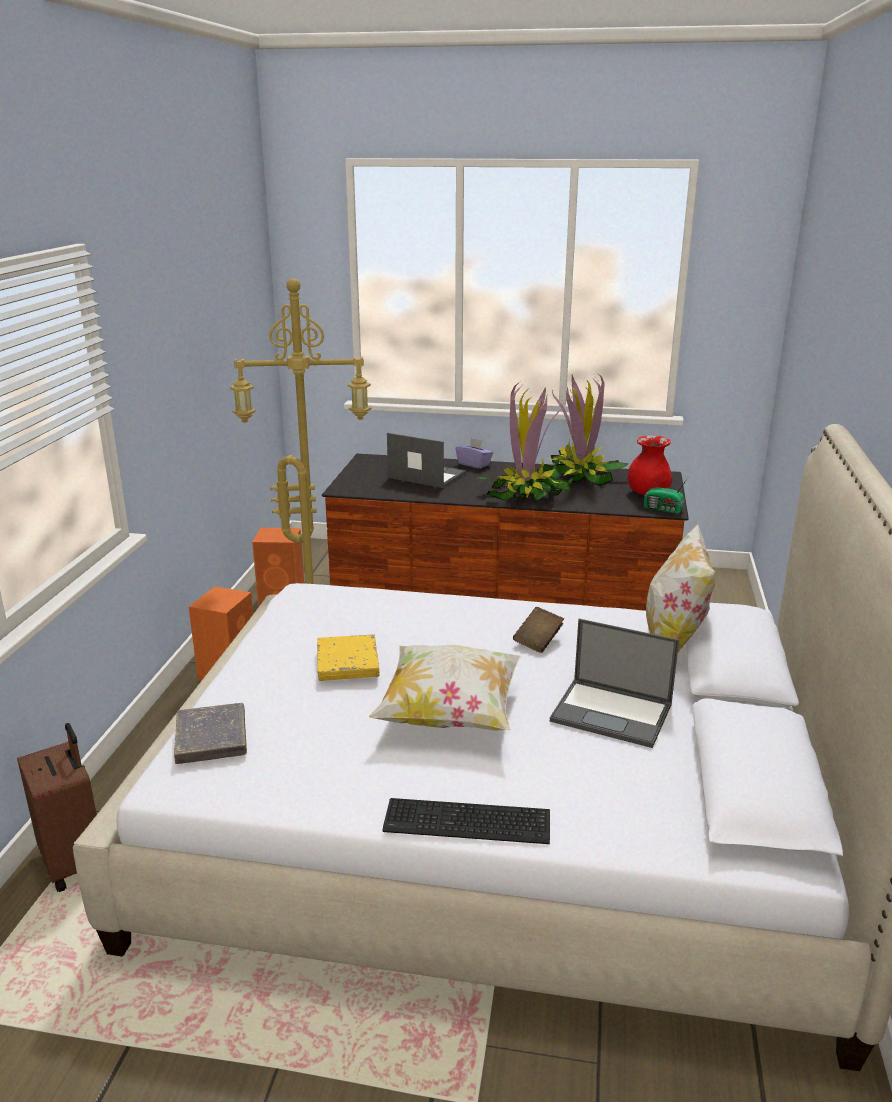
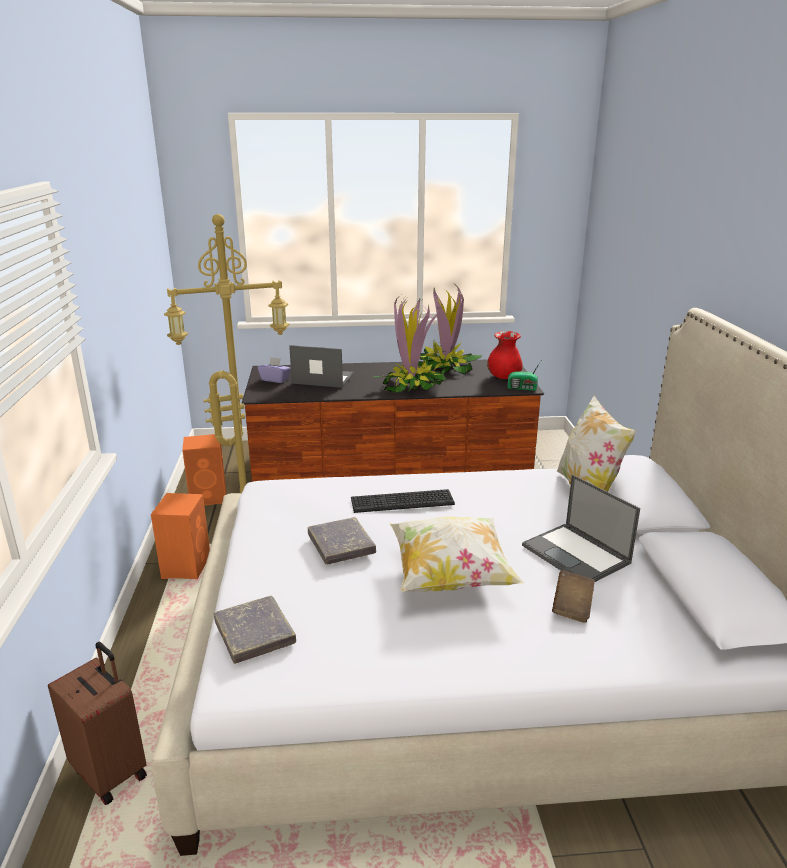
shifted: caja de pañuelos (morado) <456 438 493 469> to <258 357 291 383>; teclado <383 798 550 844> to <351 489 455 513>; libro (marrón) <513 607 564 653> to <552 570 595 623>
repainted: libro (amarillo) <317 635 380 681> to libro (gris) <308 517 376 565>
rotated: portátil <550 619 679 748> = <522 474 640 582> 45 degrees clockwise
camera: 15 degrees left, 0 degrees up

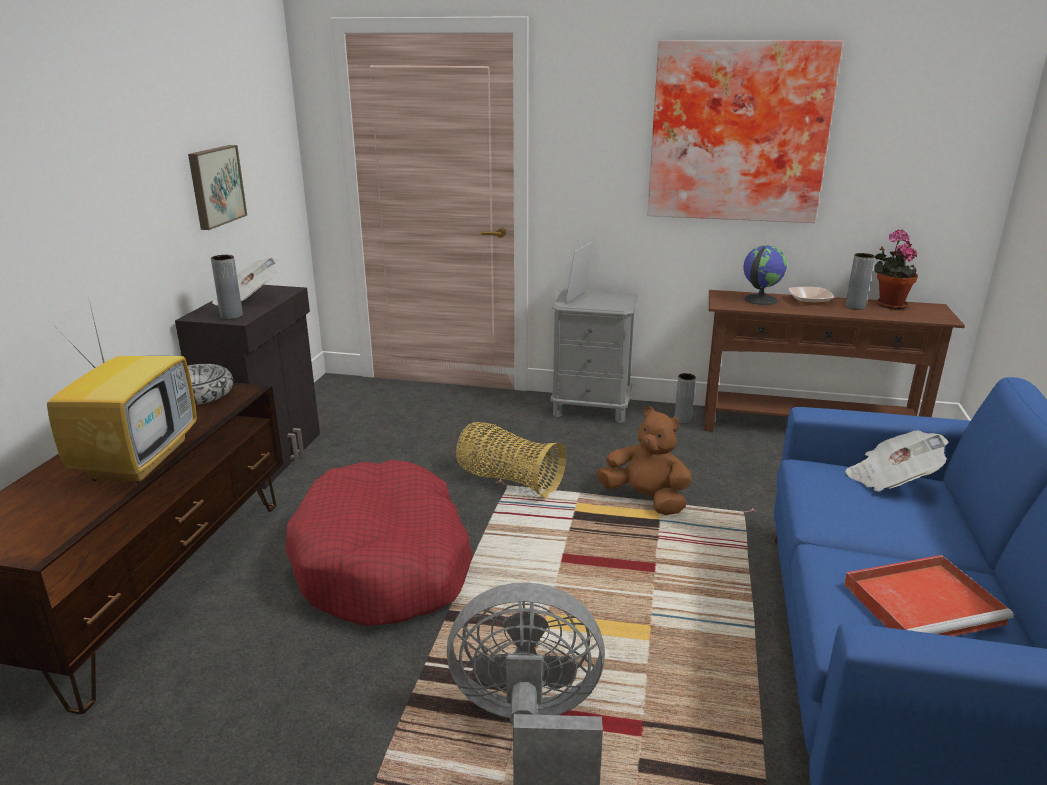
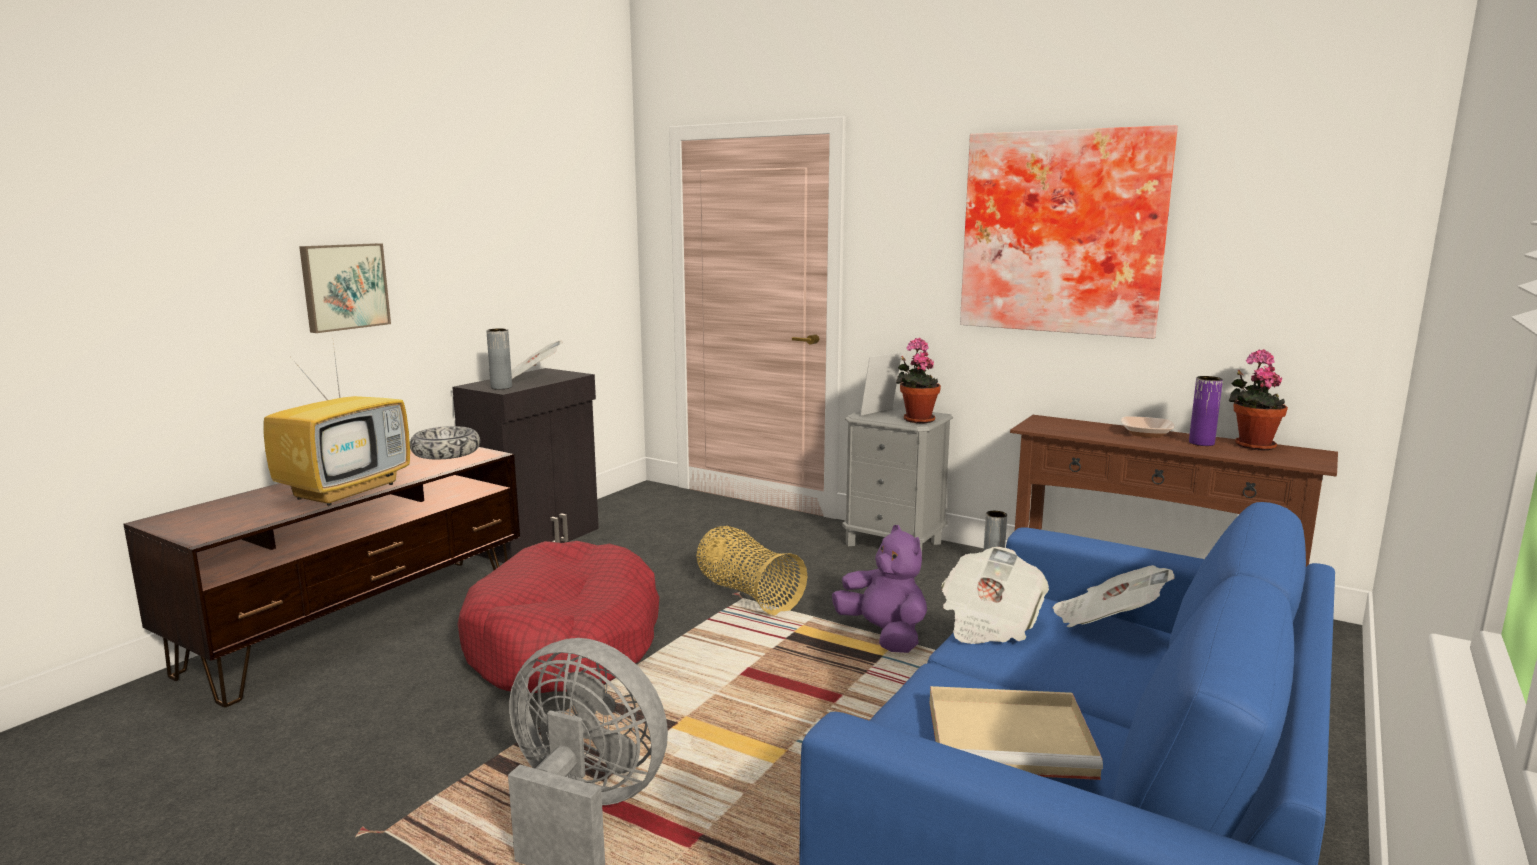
gone: globo terráqueo <743 245 787 305>
new: planta en maceta <896 338 941 423>; periódico <941 547 1049 644>
shifted: cuadro <188 145 247 230> to <299 243 391 333>
repainted: peluche (marrón) <596 407 692 515> to peluche (morado) <832 525 927 653>; bandeja (rojo) <844 555 1014 636> to bandeja (beis) <930 686 1103 780>; florero (gris) <845 253 875 310> to florero (morado) <1189 376 1223 446>
camera: 20 degrees right, 10 degrees down

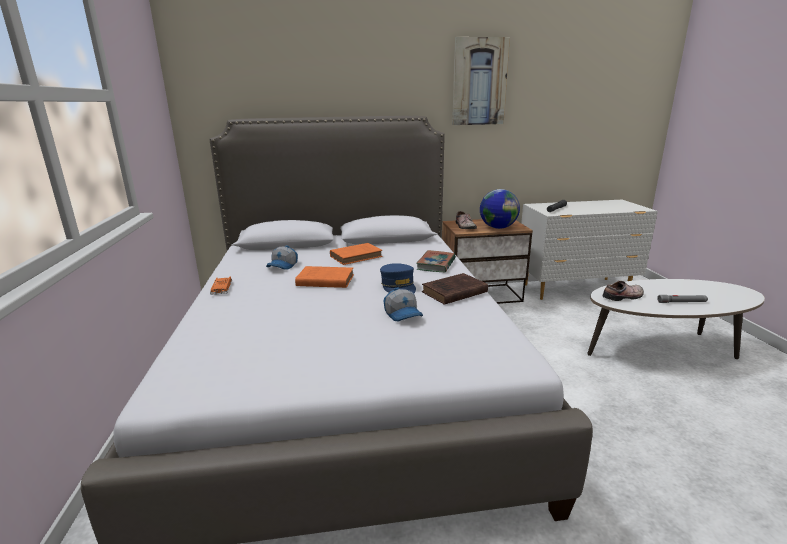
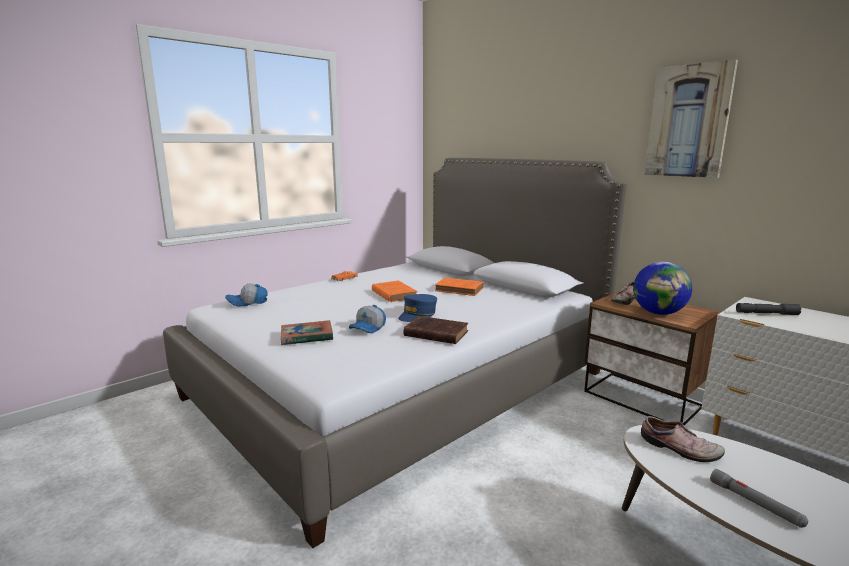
shifted: gorra <266 245 298 270> to <225 283 268 307>; libro <416 250 456 272> to <281 320 333 345>
camera: 55 degrees right, 5 degrees down

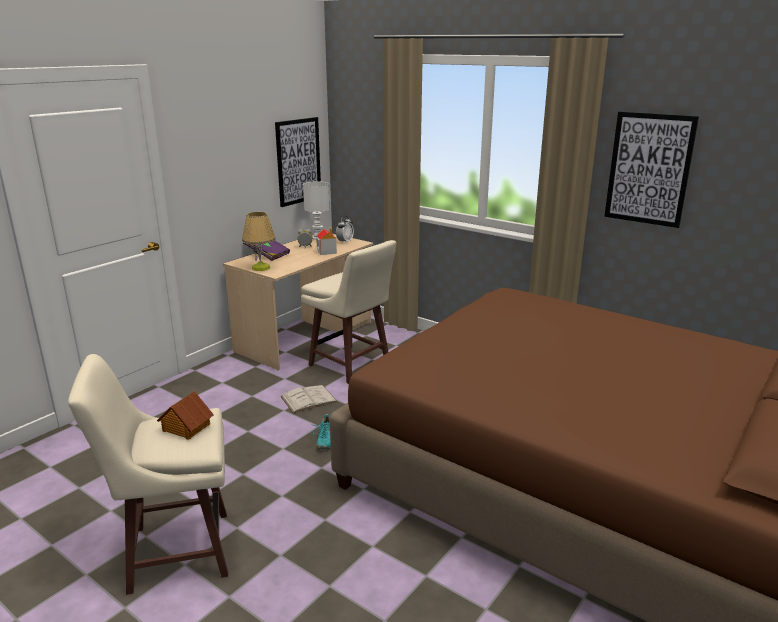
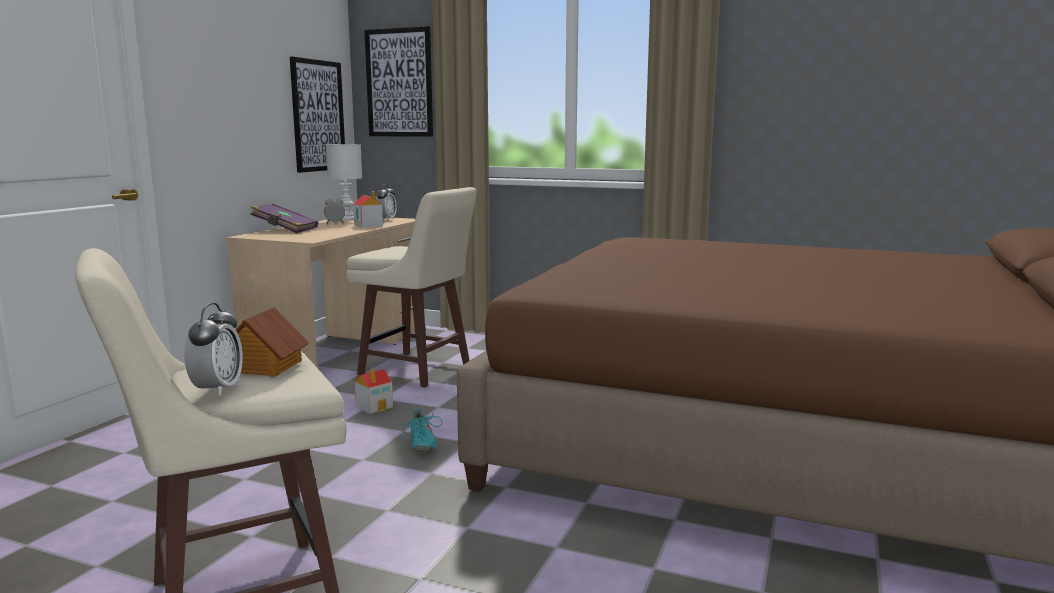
gone: lámpara de mesa <242 212 275 271>
new: despertador <184 303 243 396>
shifted: cuadro <604 111 699 228> to <364 26 433 137>
swapped: libro (blanco) <280 385 337 413> to casita <355 369 393 414>
camera: 15 degrees left, 10 degrees down

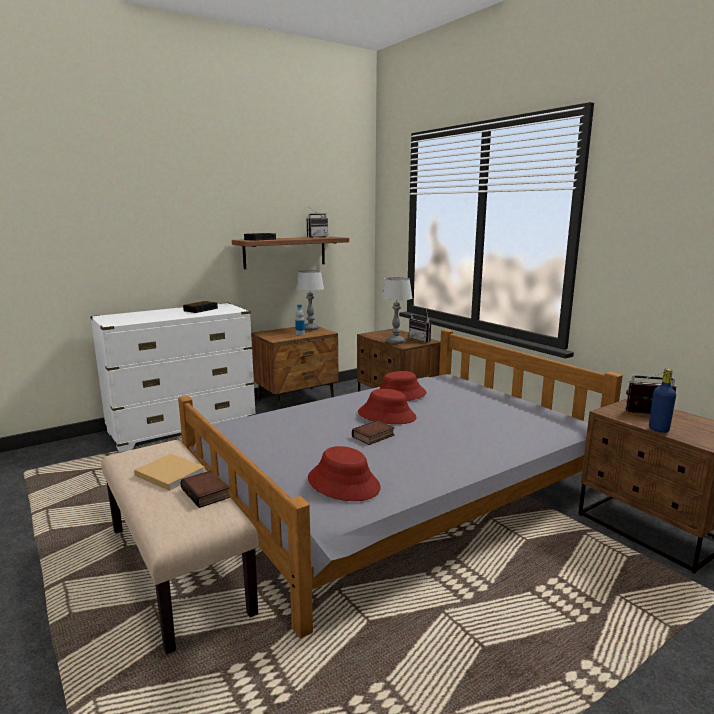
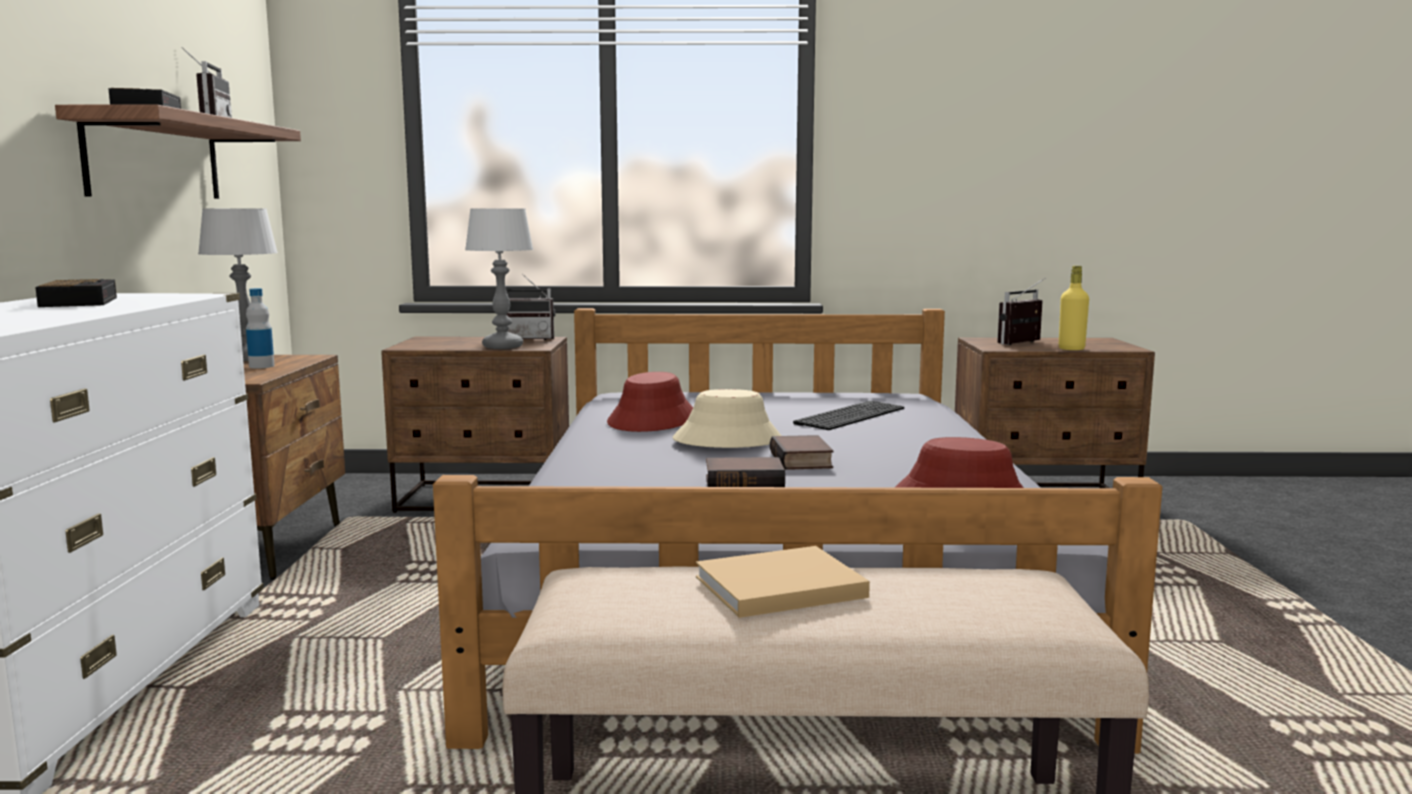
new: teclado <793 401 904 430>
shifted: libro <181 470 230 508> to <706 457 785 487>
repainted: sombrero (rojo) <358 389 417 424> to sombrero (beis) <673 389 782 448>; botella (azul) <649 369 676 433> to botella (amarillo) <1059 266 1089 350>
camera: 55 degrees left, 5 degrees down

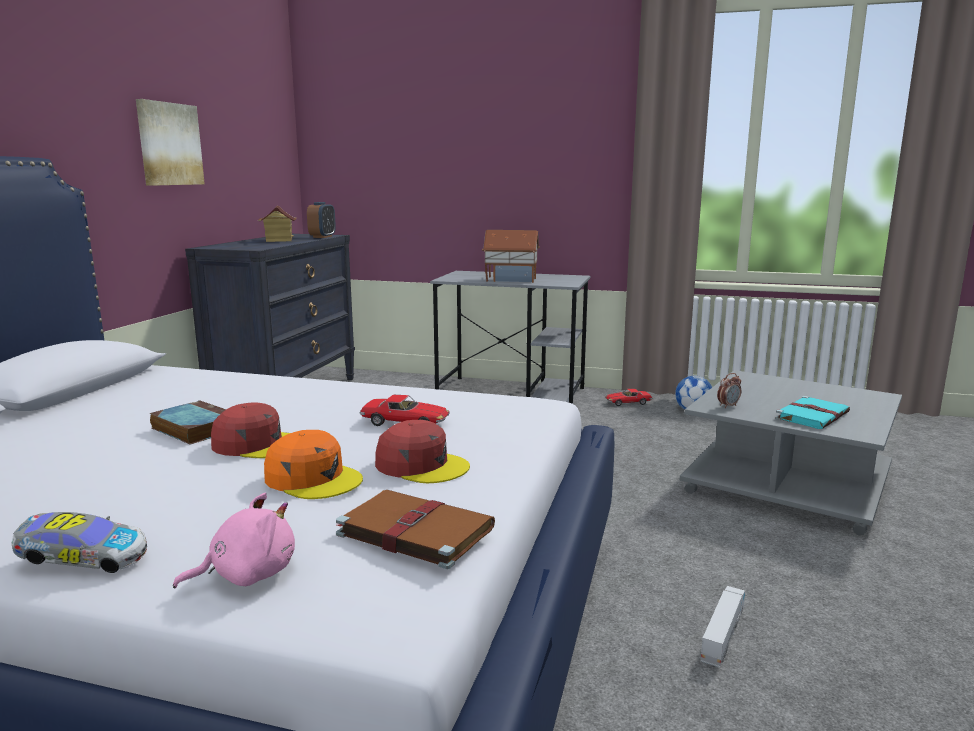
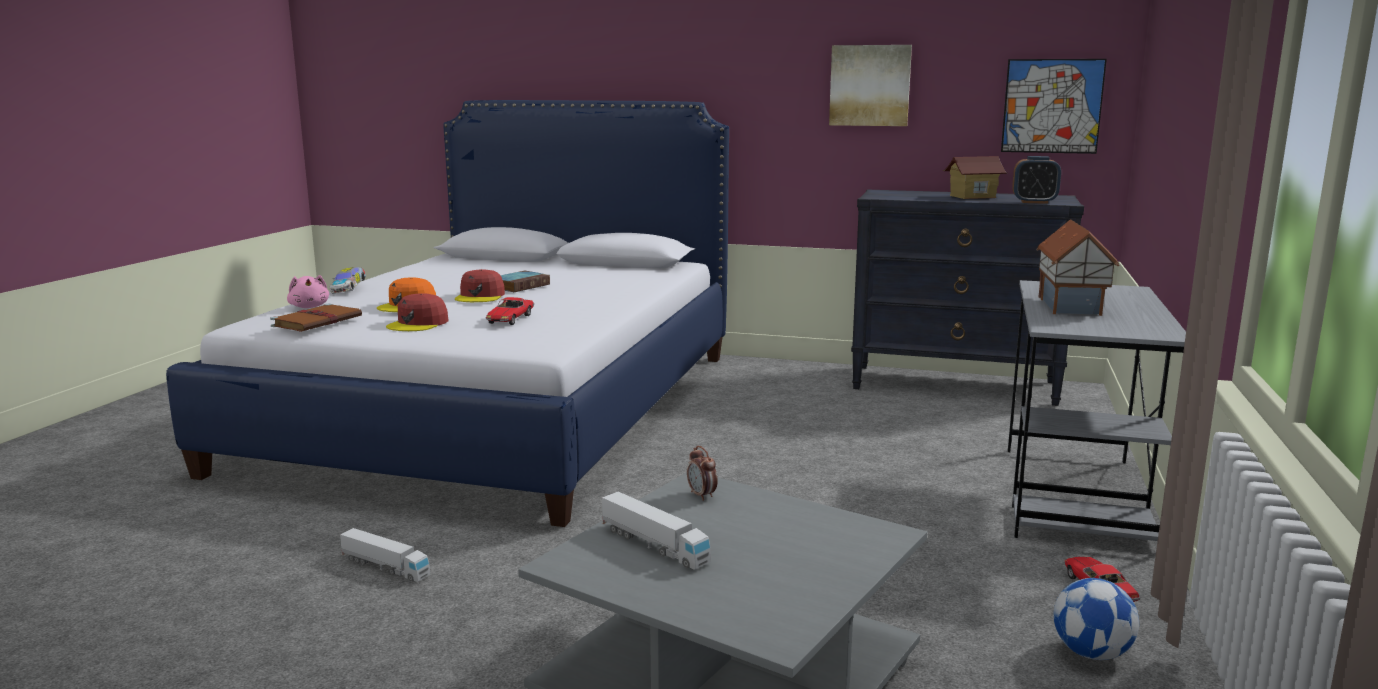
new: cuadro <1001 59 1107 154>
swapped: libro (turquesa) <775 396 850 429> to camión de juguete <602 492 711 570>
camera: 90 degrees right, 0 degrees up

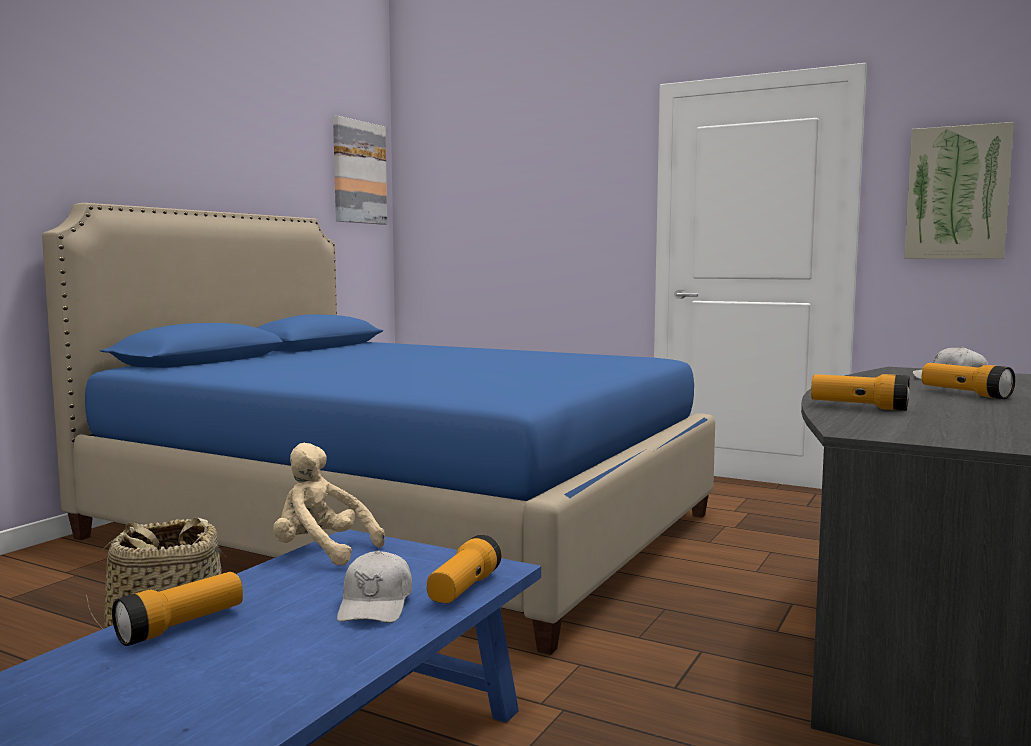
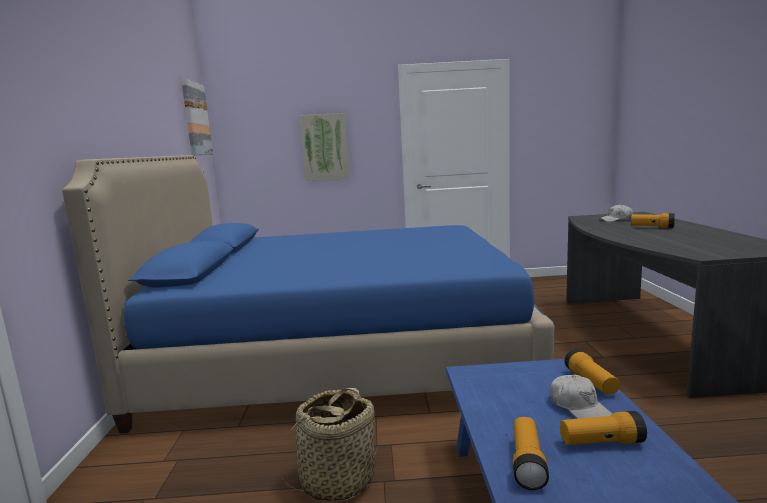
gone: peluche (beis) <273 443 385 565>
shifted: cuadro <904 122 1014 259> to <300 113 349 181>; linterna <811 374 910 411> to <560 411 647 445>
camera: 30 degrees left, 5 degrees up

